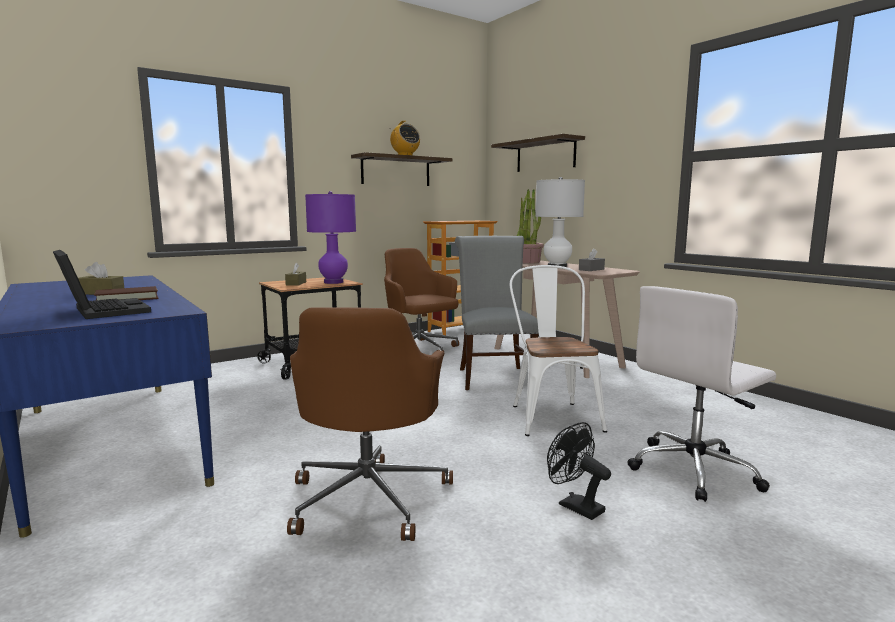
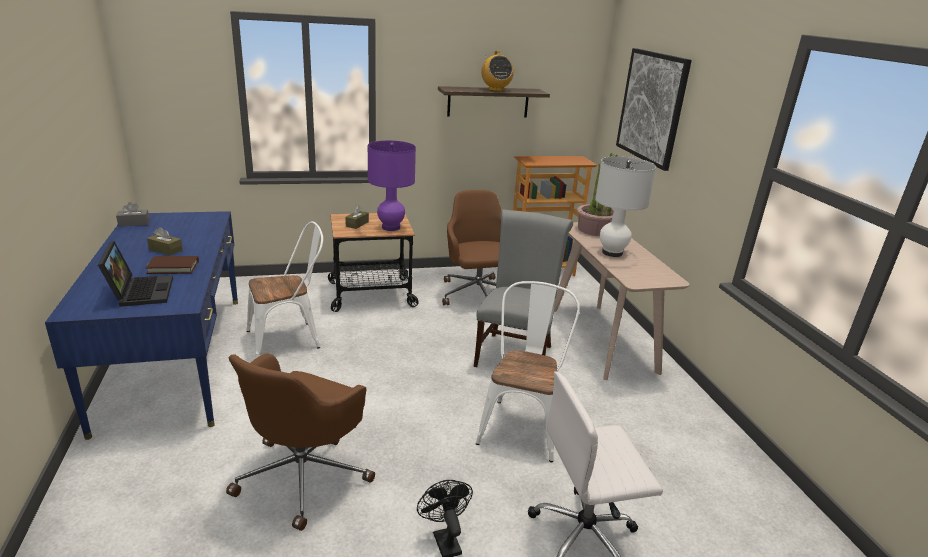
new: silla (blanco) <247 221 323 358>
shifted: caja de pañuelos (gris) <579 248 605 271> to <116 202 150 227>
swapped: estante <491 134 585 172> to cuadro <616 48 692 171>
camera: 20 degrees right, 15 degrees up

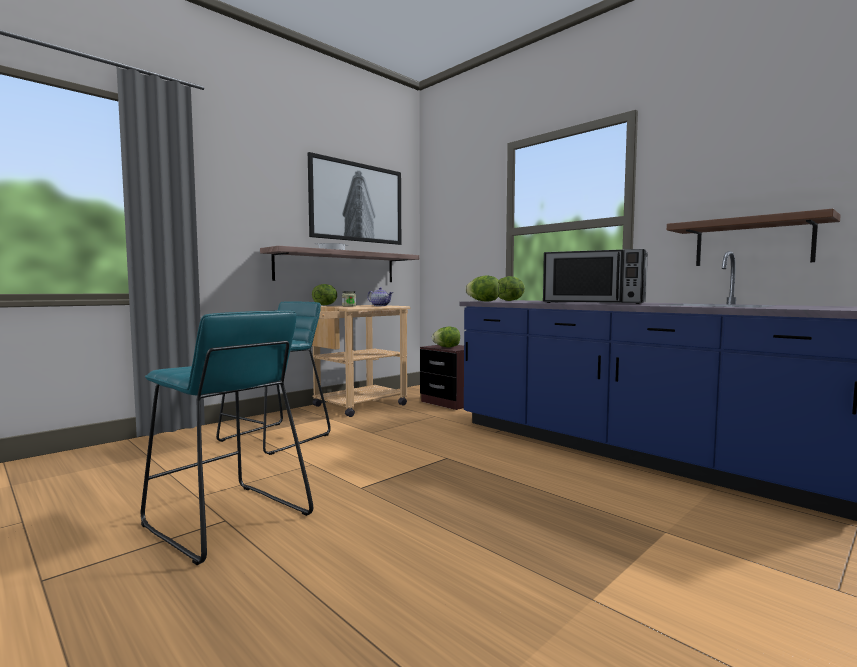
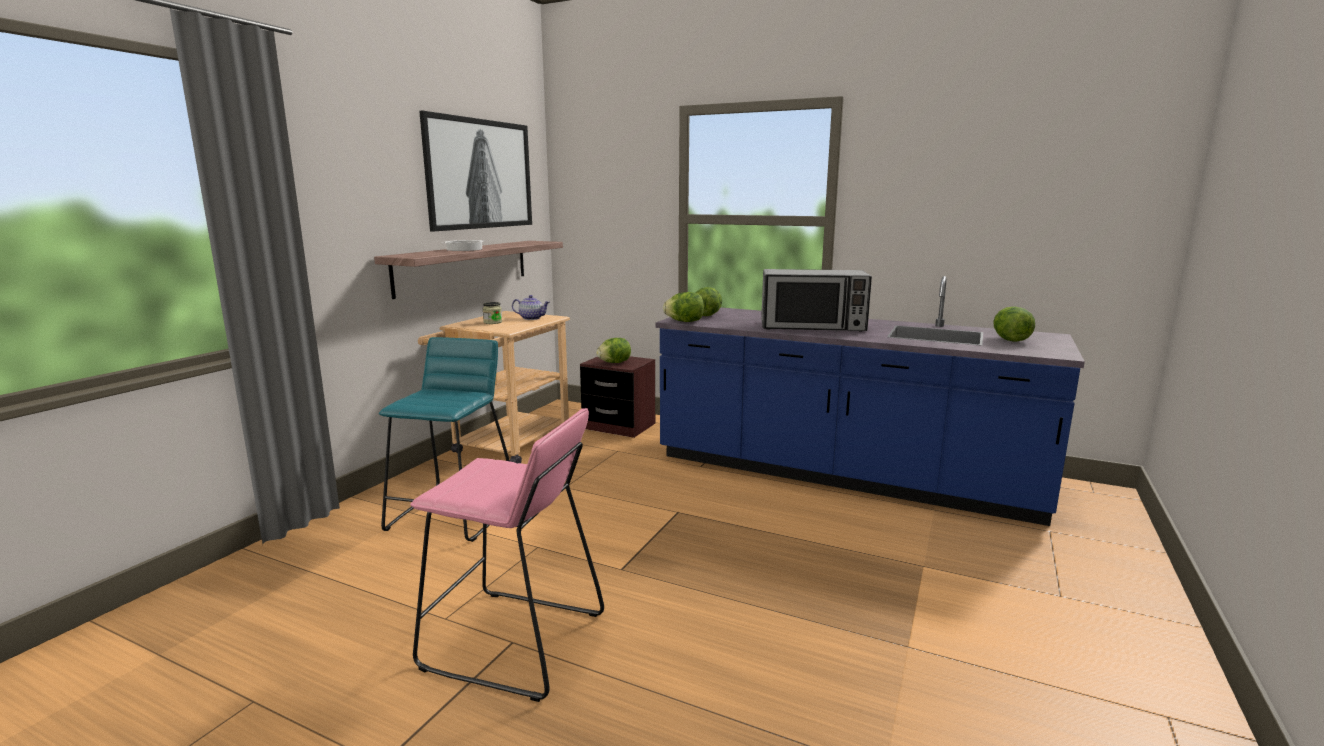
gone: estante (marrón) <667 209 841 266>
shifted: lechuga <312 284 337 305> to <993 306 1035 342>
repainted: taburete (turquesa) <141 310 313 565> to taburete (rosa) <410 408 604 702>
camera: 20 degrees left, 10 degrees up

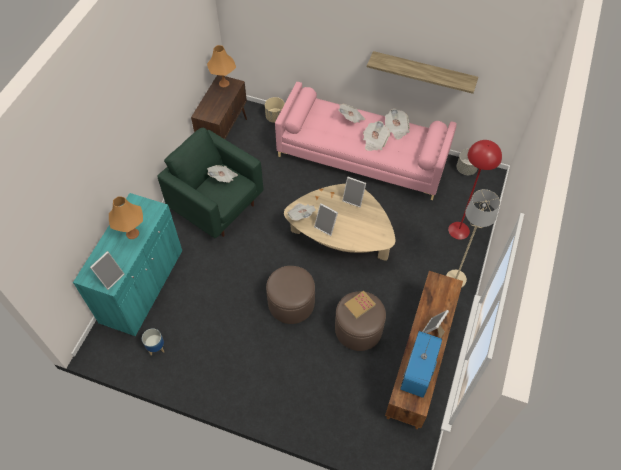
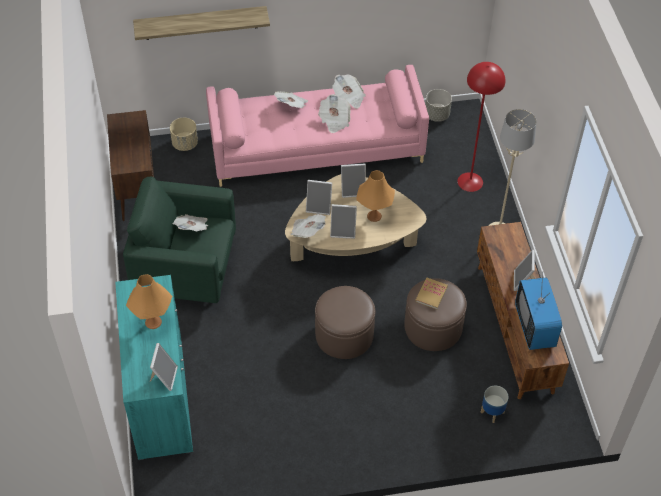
new: portarretratos <306 180 332 215>
shifted: estante <367 51 478 94> to <133 6 270 40>; lámpara de mesa (naranja) <207 45 236 87> to <357 170 395 222>; maceta <142 328 164 356> to <481 386 509 423>
camera: 30 degrees left, 5 degrees down

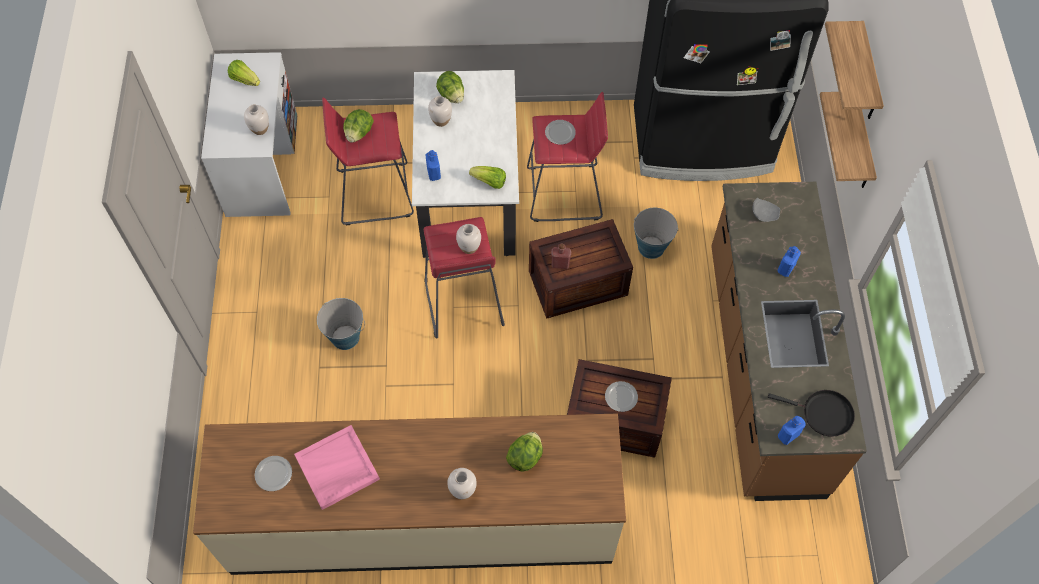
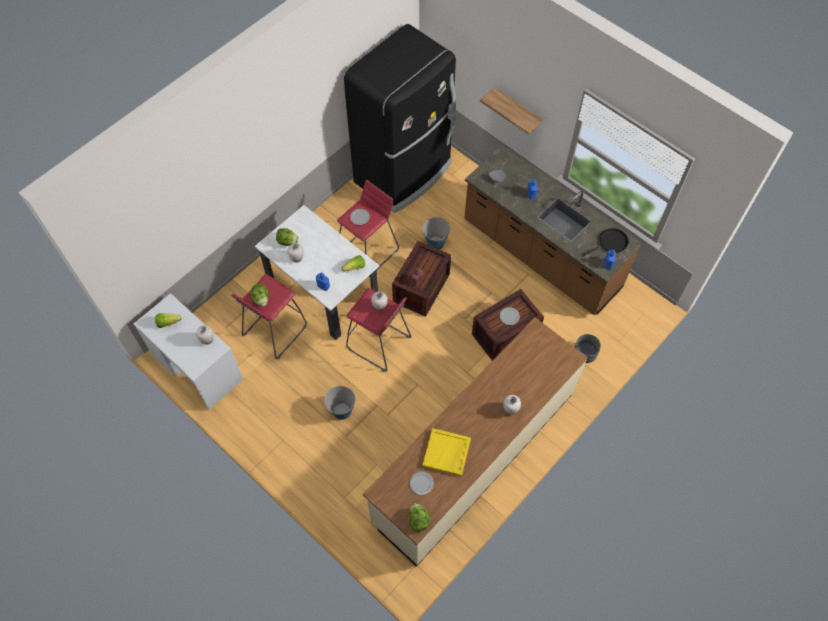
gone: estante <825 21 884 119>
new: maceta (gris) <575 334 601 363>
shifted: lechuga <506 432 543 472> to <409 503 430 532>
repainted: bandeja (rosa) <294 425 380 510> to bandeja (amarillo) <422 428 471 477>
camera: 45 degrees left, 0 degrees up

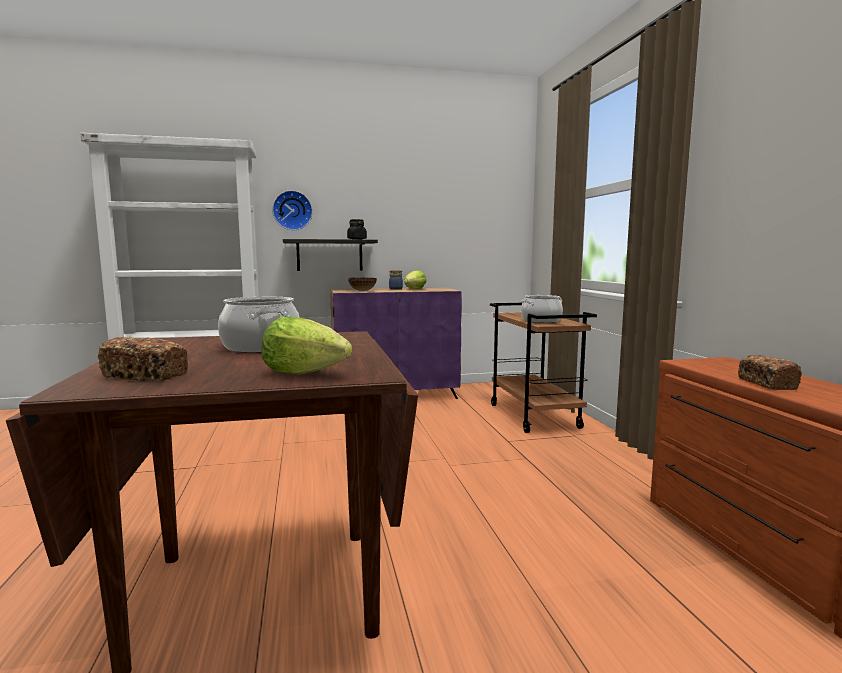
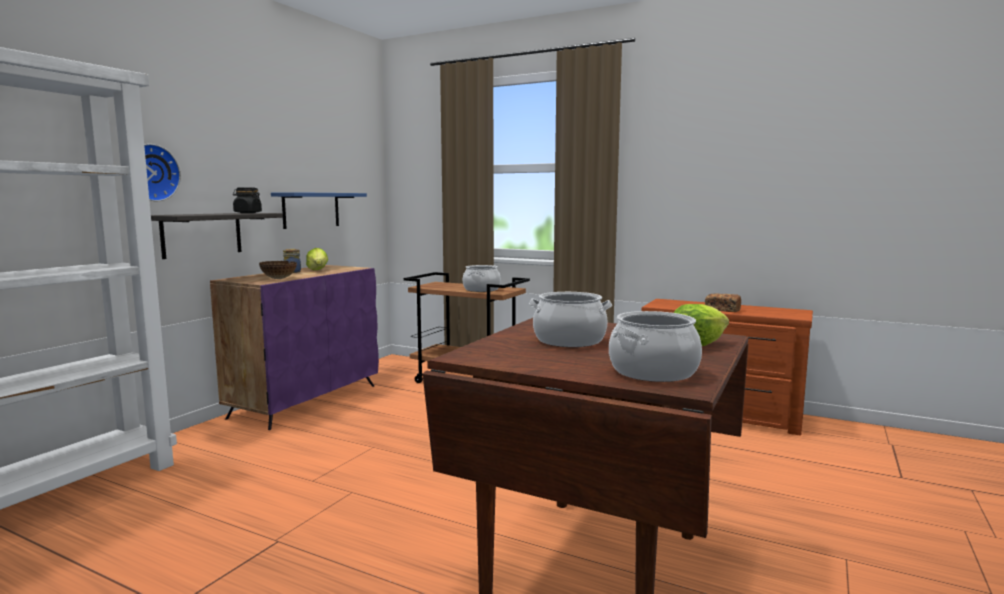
new: estante (azul) <271 192 367 229>
swapped: pan <98 337 188 381> to olla <609 311 702 382>
camera: 50 degrees left, 0 degrees up

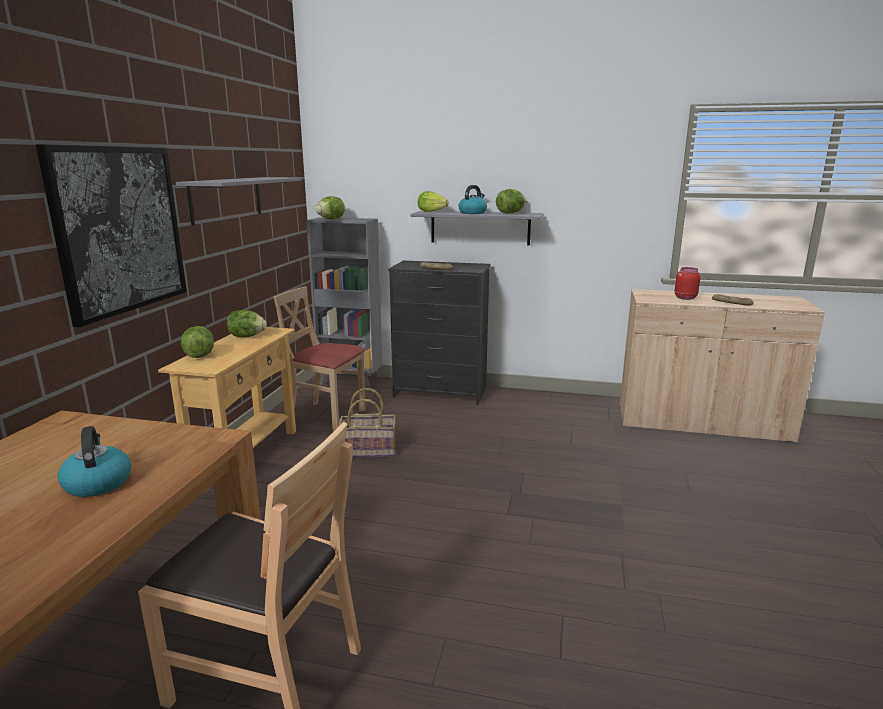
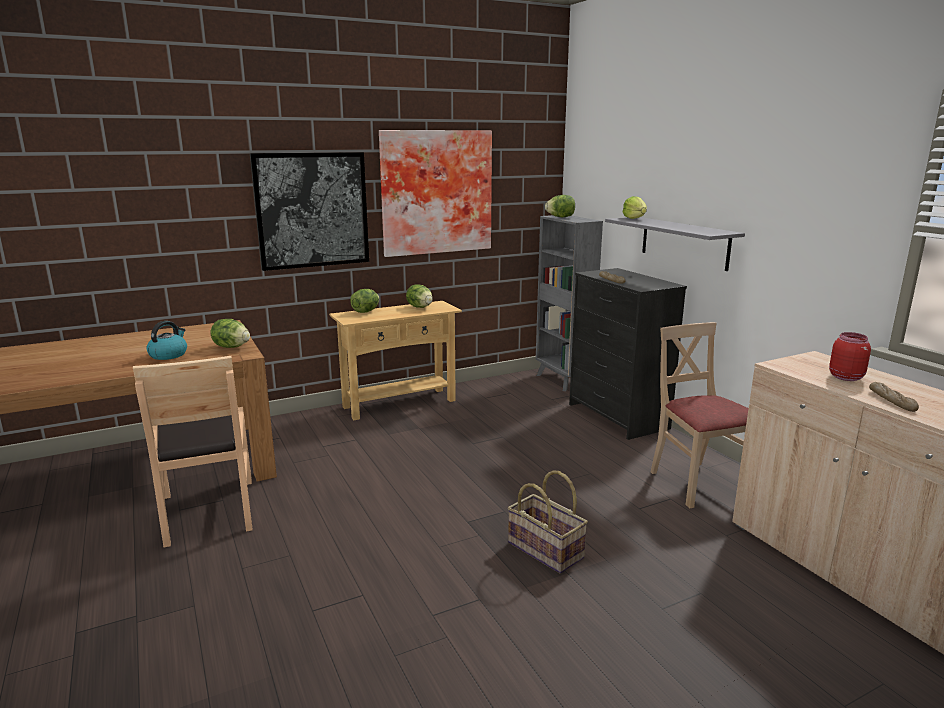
gone: hervidor <459 185 487 214>
shifted: lechuga <496 189 527 213> to <211 319 250 348>; cesta <338 388 396 458> to <508 471 588 573>; silla (beis) <274 286 366 431> to <651 322 749 508>
swapped: estante (gris) <176 177 301 225> to cuadro <379 130 492 257>
camera: 50 degrees right, 0 degrees up

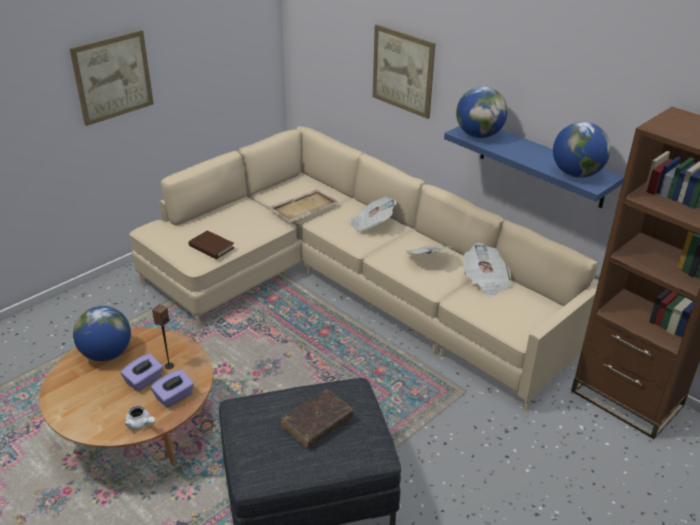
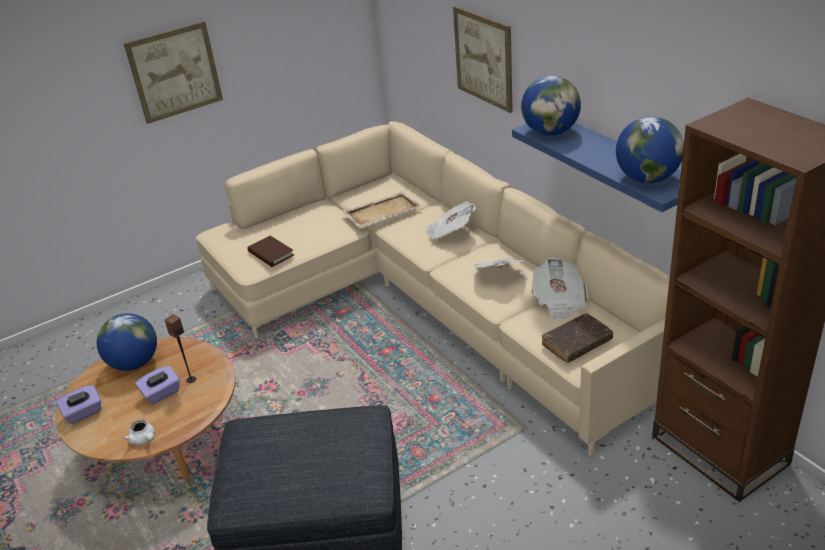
shifted: caja de pañuelos (morado) <151 369 194 408> to <56 385 101 424>; libro (marrón) <281 389 353 448> to <542 313 613 363>
camera: 15 degrees right, 0 degrees up

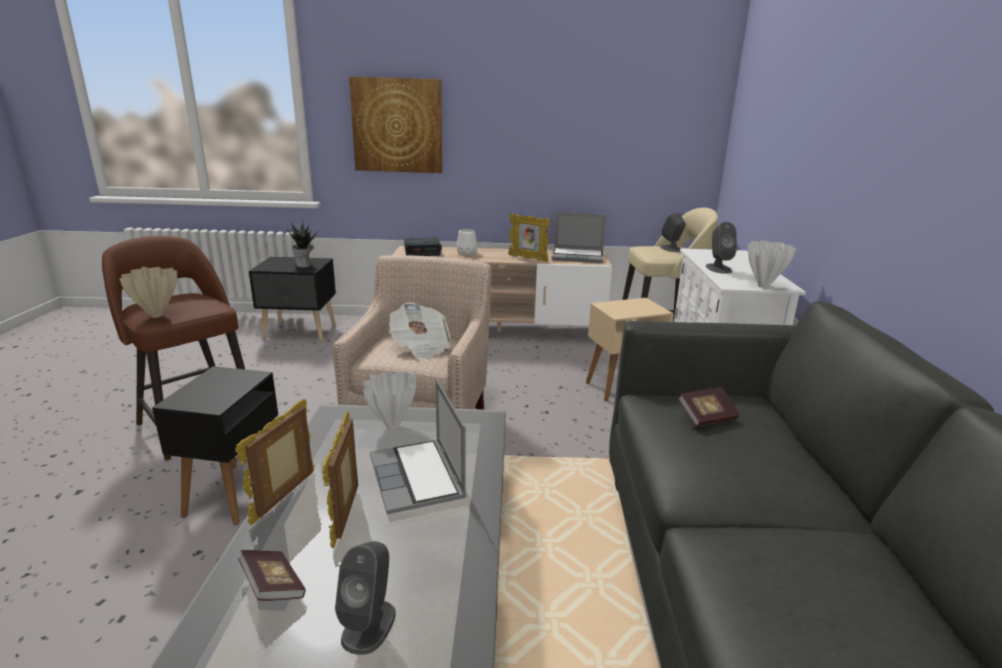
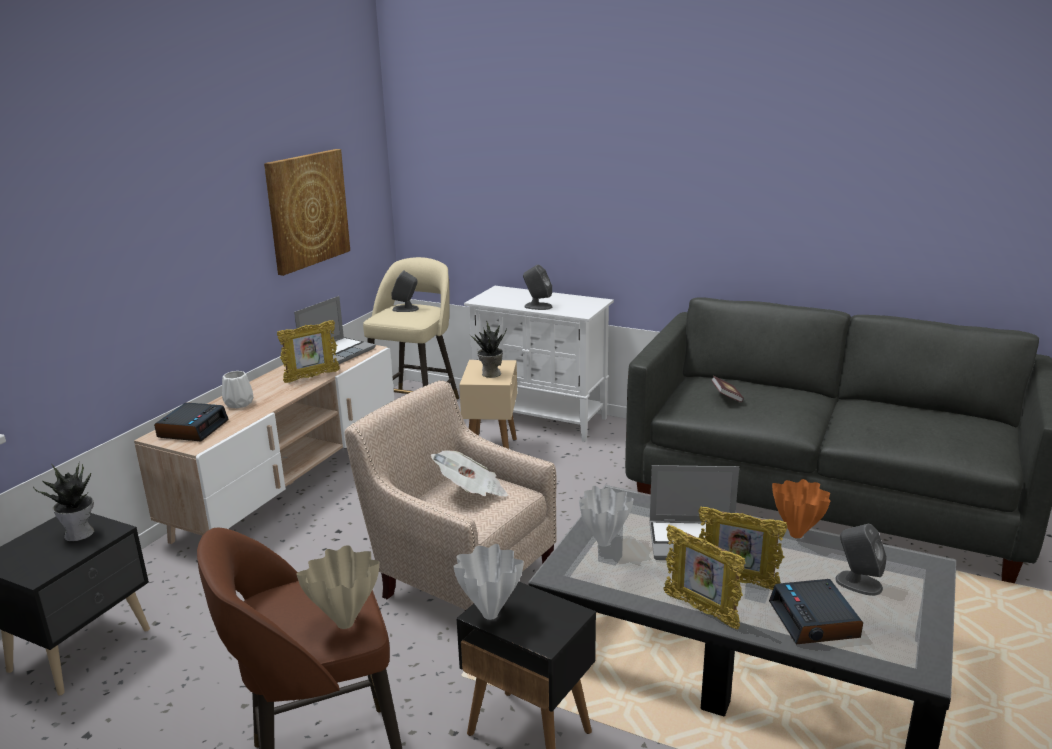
new: planta en maceta <469 320 507 378>; florero (naranja) <772 479 830 538>
shifted: cuadro <349 76 442 173> to <264 149 350 276>; florero (blanco) <748 240 796 288> to <453 544 524 620>
swapped: libro <238 550 306 601> to despertador <769 579 863 644>
camera: 65 degrees left, 0 degrees up

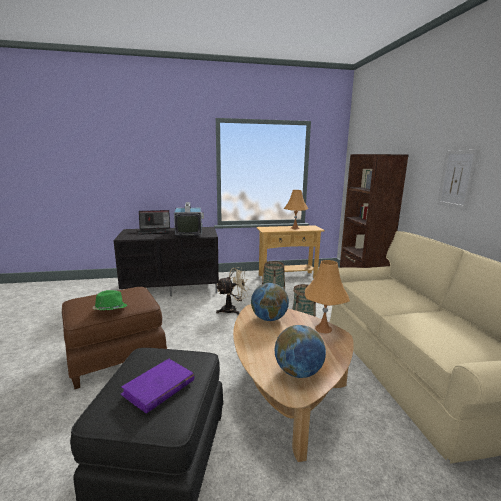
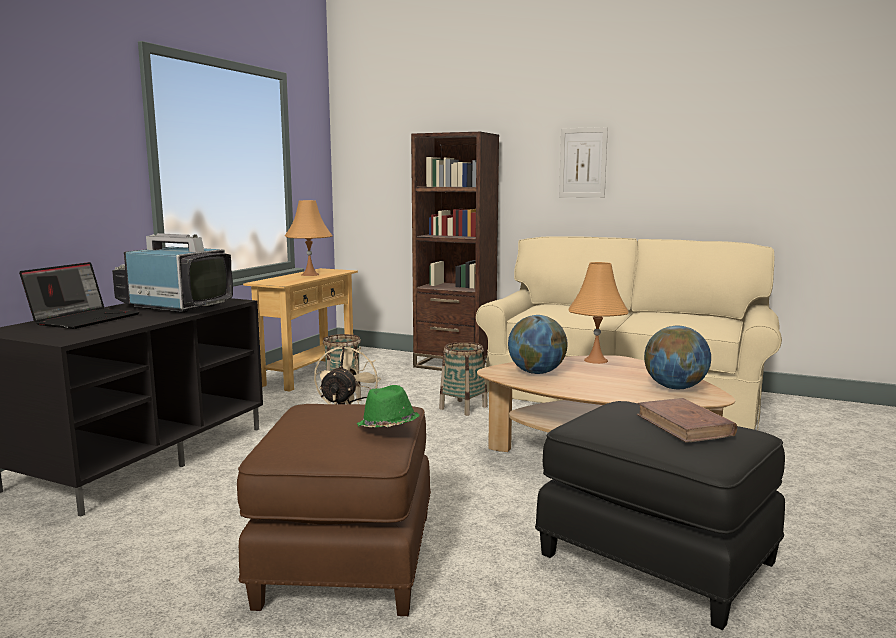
repainted: libro (morado) <121 359 194 414> to libro (marrón) <637 398 737 443>
camera: 55 degrees left, 5 degrees down

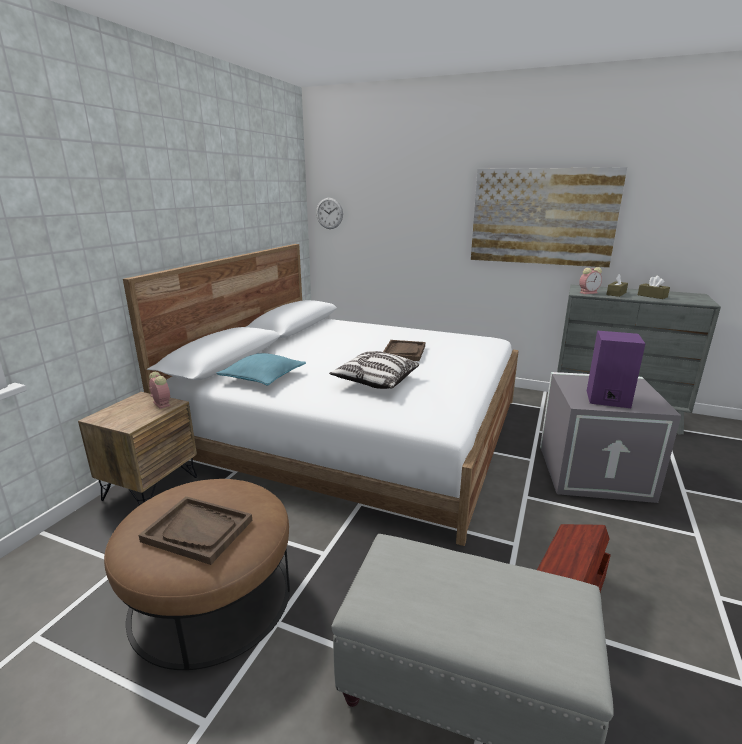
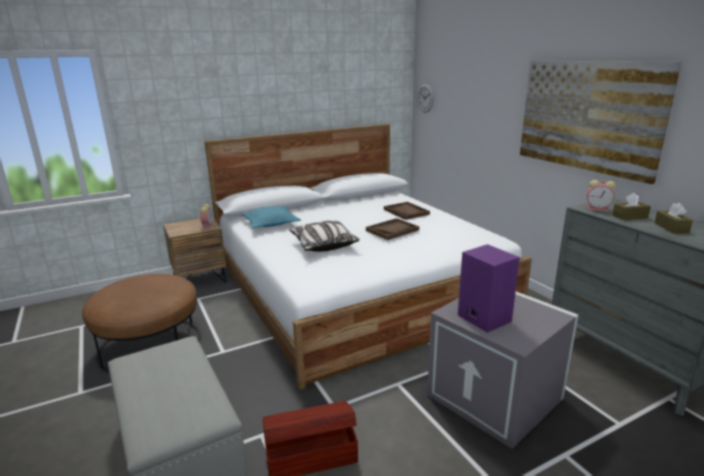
shifted: bandeja (marrón) <138 496 252 565> to <384 202 430 220>
camera: 40 degrees right, 0 degrees up

